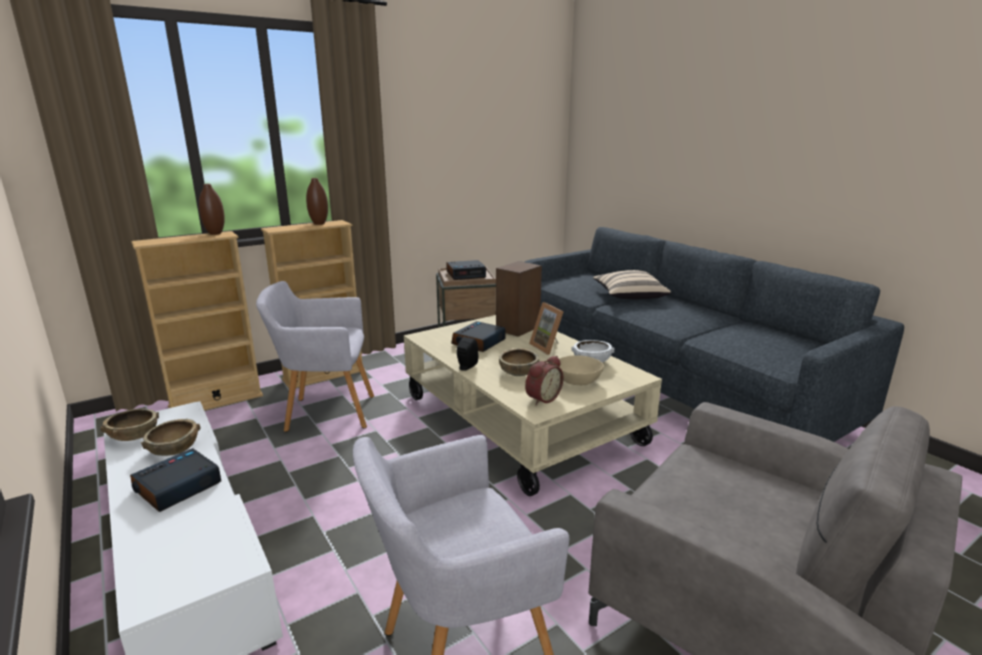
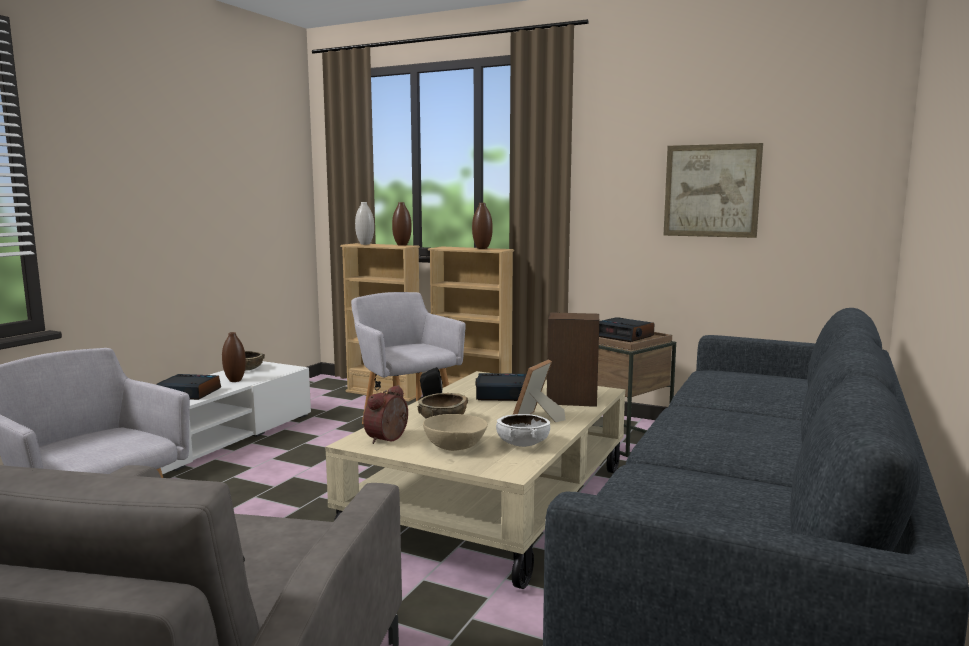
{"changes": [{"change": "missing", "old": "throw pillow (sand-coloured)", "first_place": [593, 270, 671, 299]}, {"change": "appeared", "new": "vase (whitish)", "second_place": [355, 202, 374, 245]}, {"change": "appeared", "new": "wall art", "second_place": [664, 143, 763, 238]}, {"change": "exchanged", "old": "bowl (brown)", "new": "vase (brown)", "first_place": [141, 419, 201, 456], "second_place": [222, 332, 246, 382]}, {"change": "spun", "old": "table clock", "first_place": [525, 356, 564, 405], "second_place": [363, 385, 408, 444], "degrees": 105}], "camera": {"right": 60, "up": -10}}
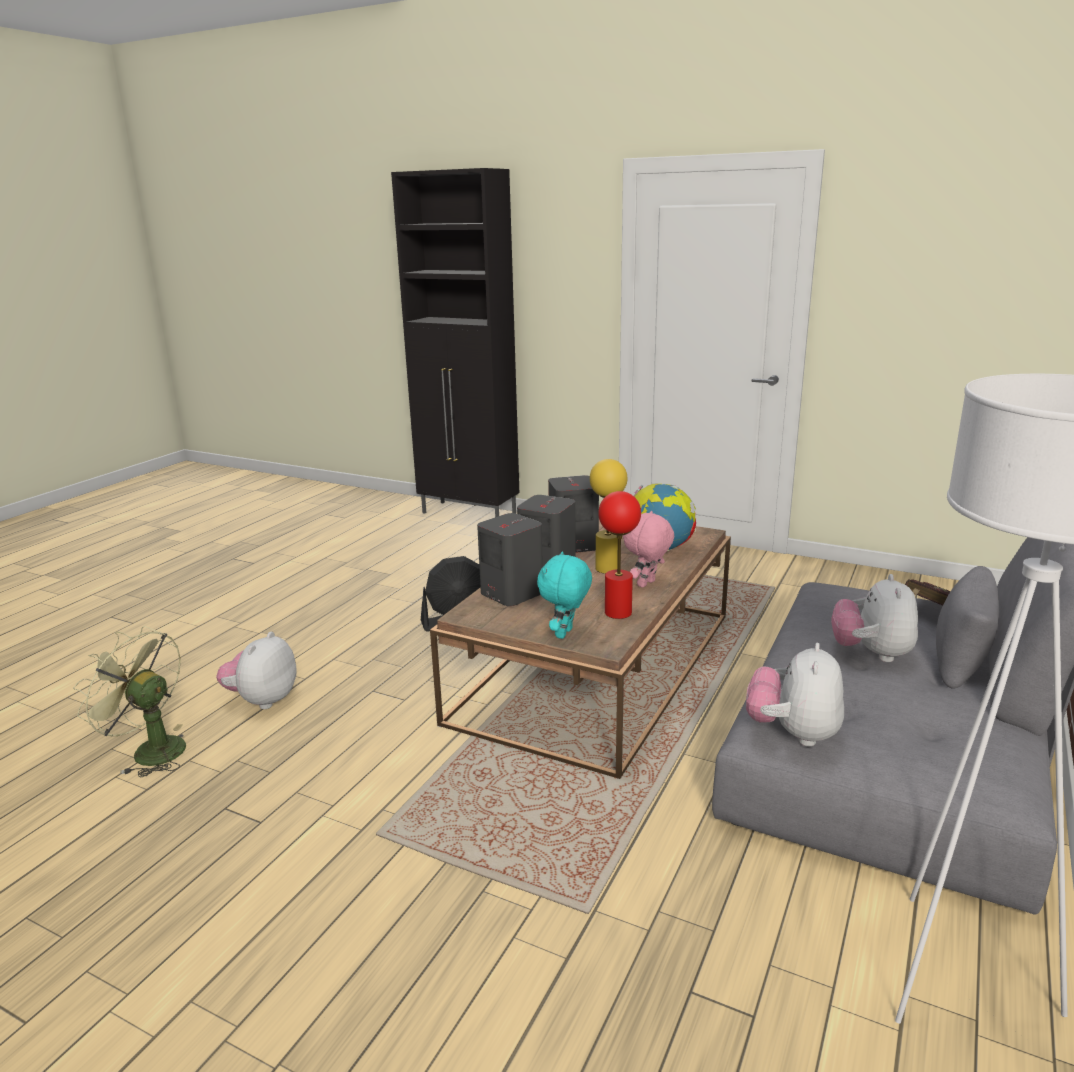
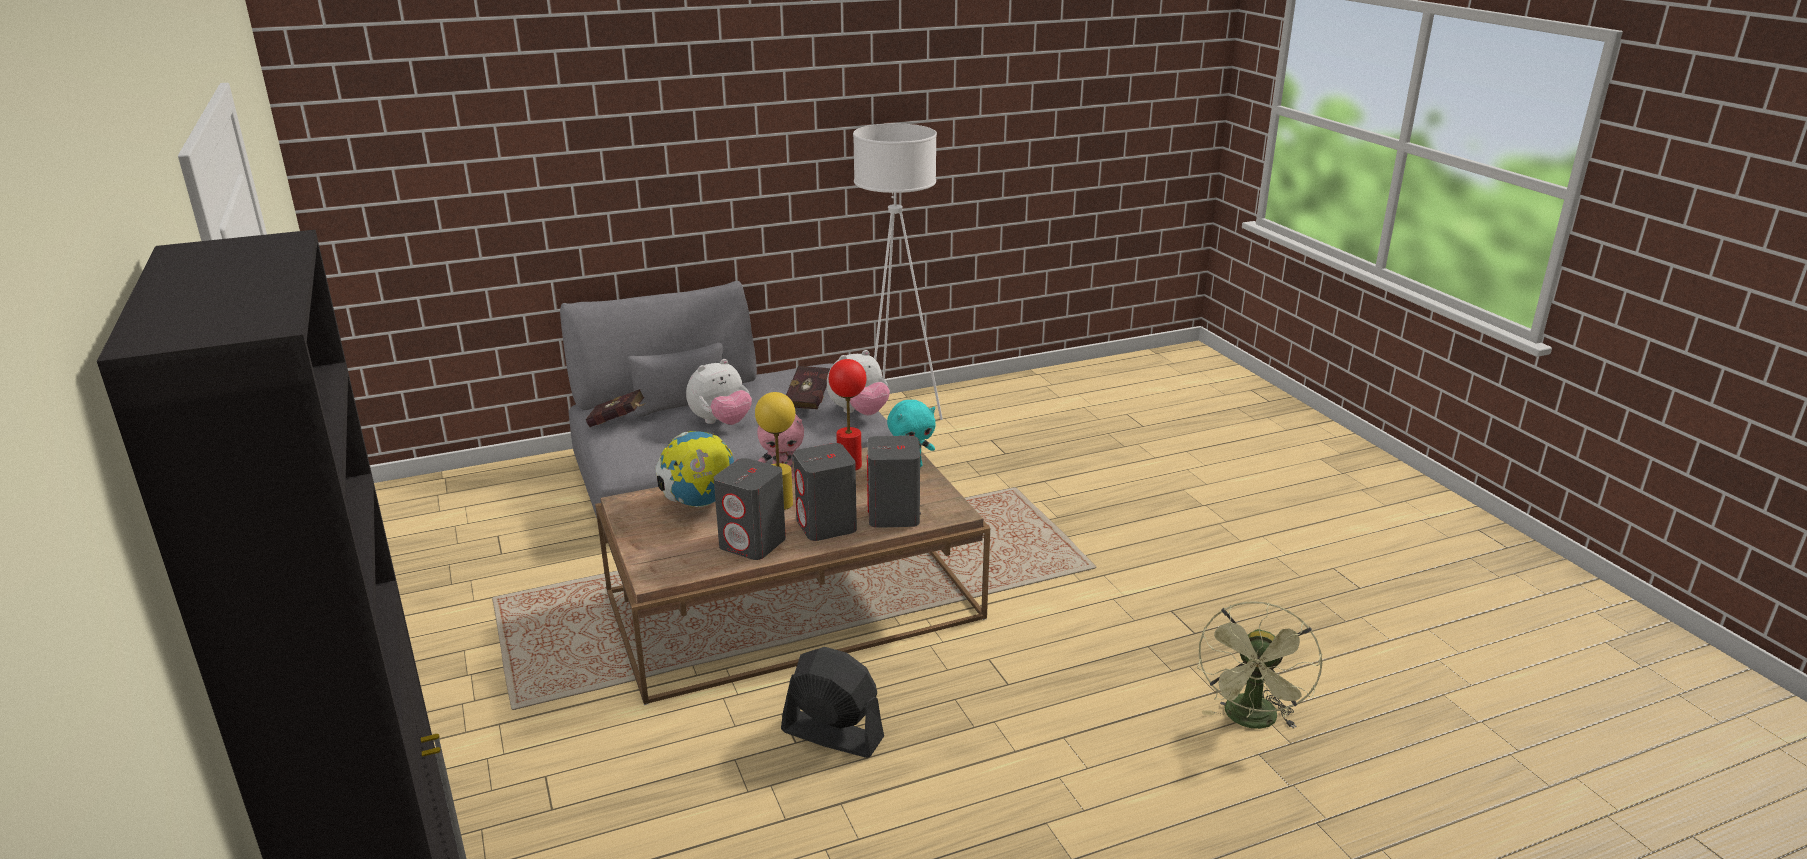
{"changes": [{"change": "missing", "old": "soft toy", "first_place": [216, 632, 297, 709]}, {"change": "appeared", "new": "volume (reddish)", "second_place": [786, 366, 830, 409]}, {"change": "spun", "old": "electric fan (greenish)", "first_place": [73, 626, 186, 777], "second_place": [1197, 601, 1322, 729], "degrees": 45}], "camera": {"right": -140, "up": 5}}
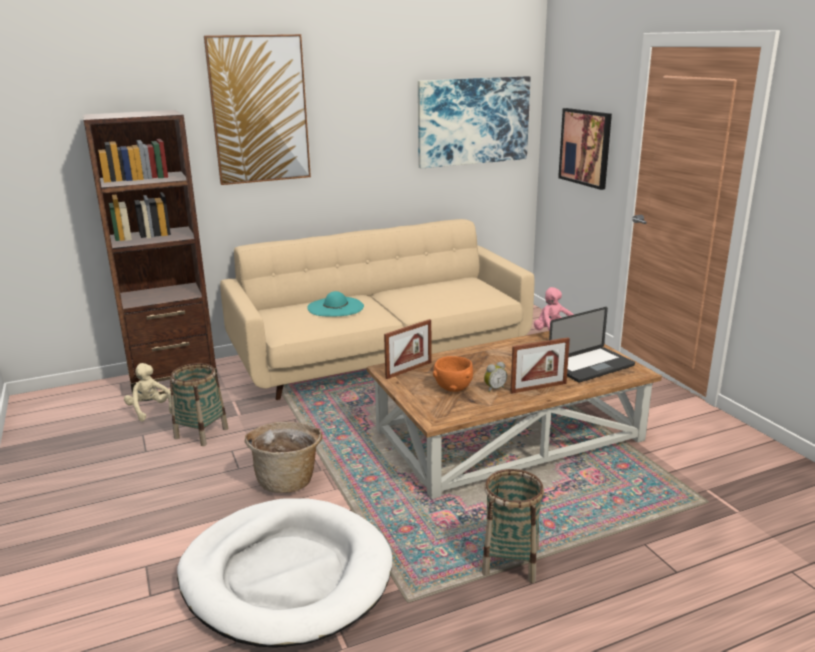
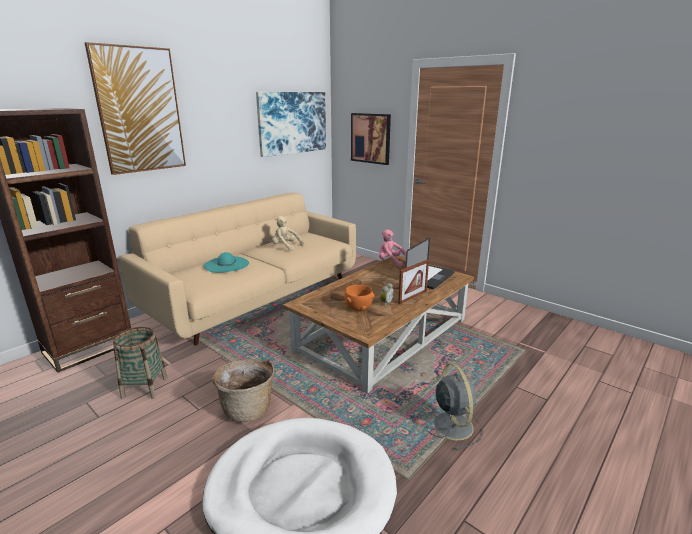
{"changes": [{"change": "missing", "old": "picture frame", "first_place": [384, 319, 431, 379]}, {"change": "relocated", "old": "soft toy (sand-coloured)", "first_place": [124, 363, 172, 422], "second_place": [272, 216, 304, 251]}, {"change": "exchanged", "old": "basket", "new": "electric fan (grey)", "first_place": [482, 469, 544, 583], "second_place": [426, 363, 483, 450]}], "camera": {"right": -25, "up": 0}}
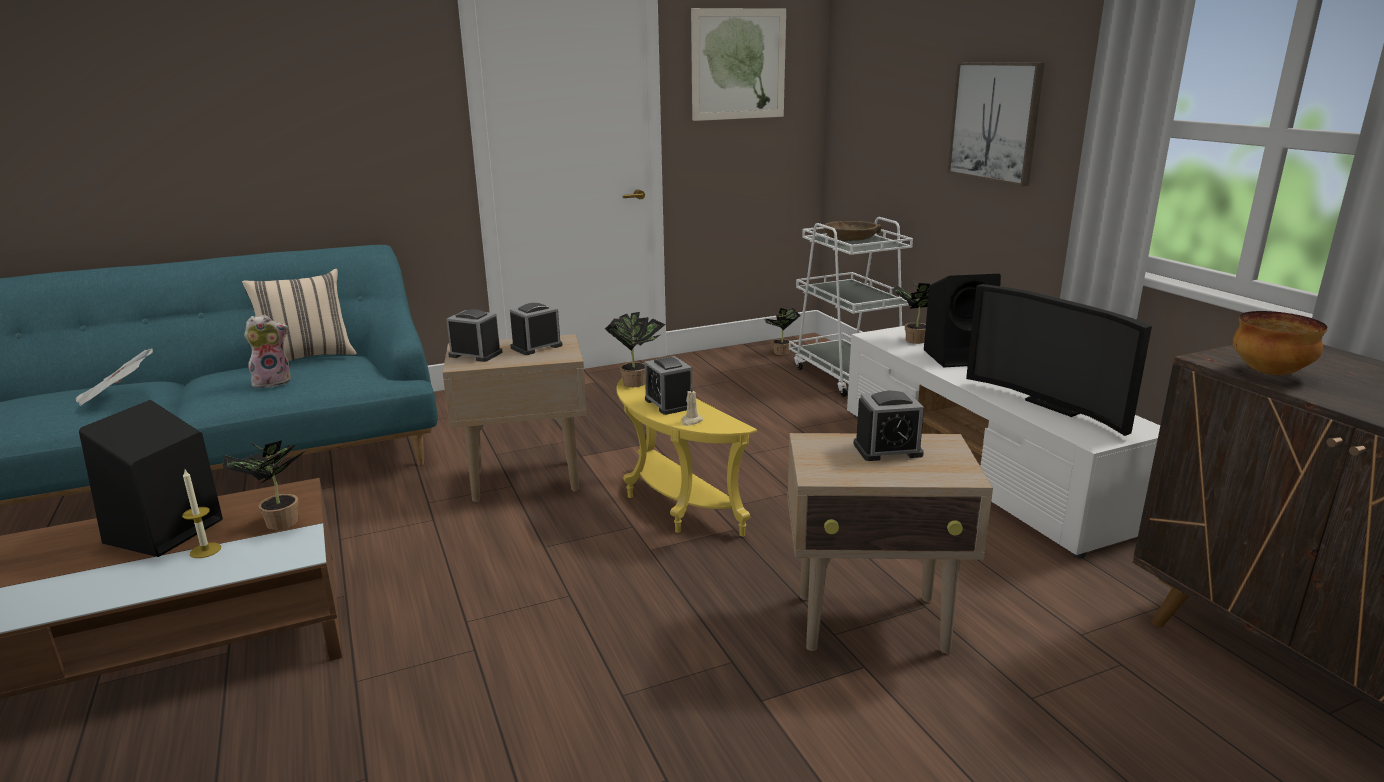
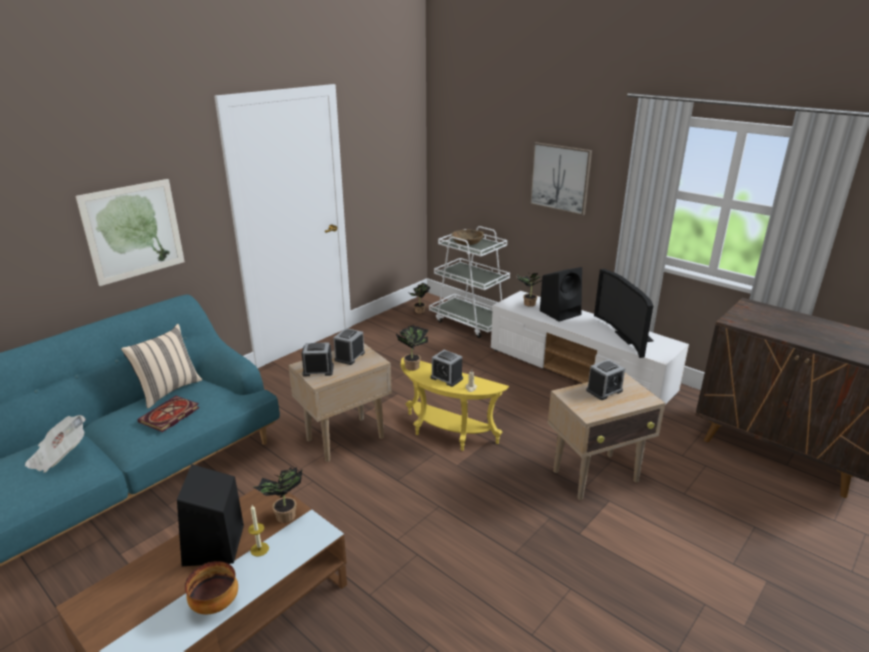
{"changes": [{"change": "relocated", "old": "wall art", "first_place": [691, 8, 786, 121], "second_place": [75, 179, 185, 286]}, {"change": "relocated", "old": "bowl", "first_place": [1233, 311, 1328, 375], "second_place": [185, 561, 238, 614]}, {"change": "exchanged", "old": "soft toy", "new": "volume", "first_place": [244, 315, 291, 388], "second_place": [137, 396, 200, 432]}, {"change": "spun", "old": "TV", "first_place": [966, 284, 1152, 436], "second_place": [594, 269, 654, 358], "degrees": 45}], "camera": {"right": -25, "up": 5}}
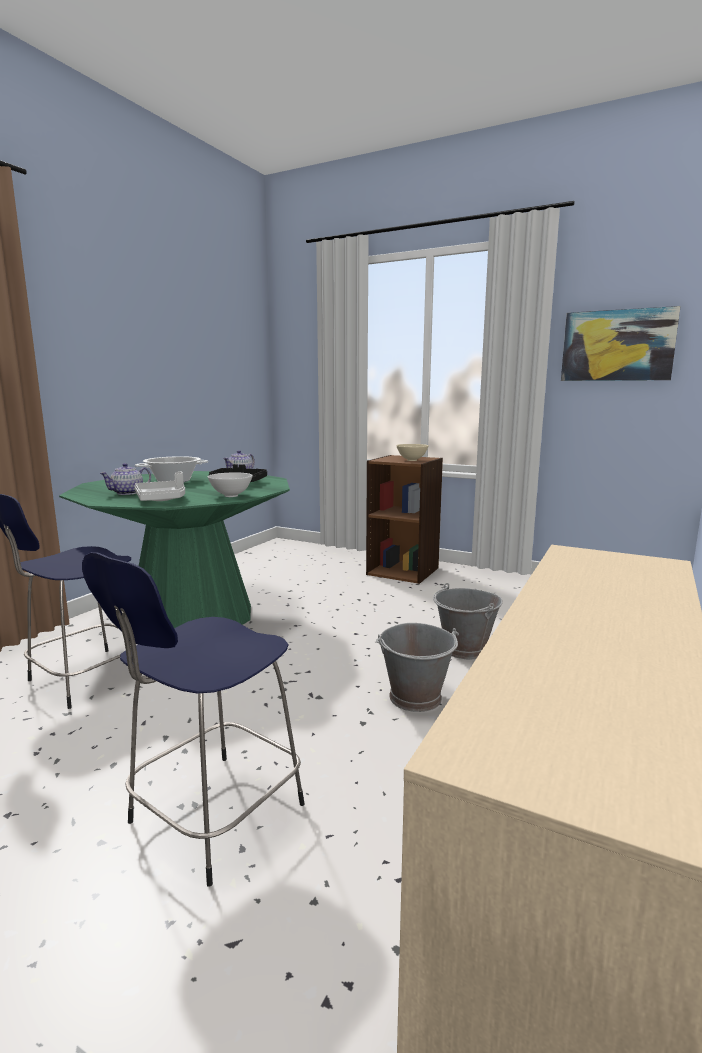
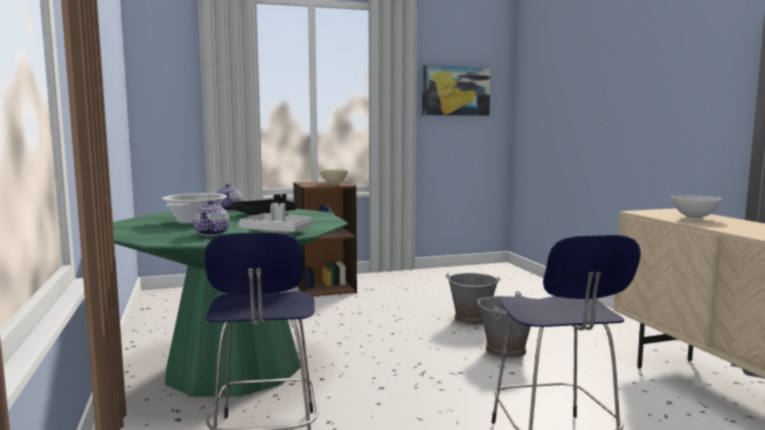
{"changes": [{"change": "relocated", "old": "bowl (whitish)", "first_place": [208, 473, 253, 497], "second_place": [671, 195, 722, 220]}], "camera": {"right": -45, "up": -5}}
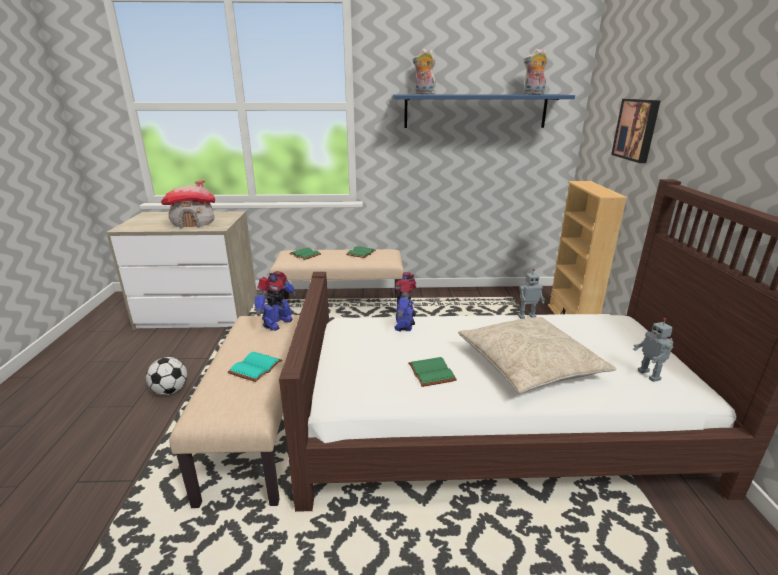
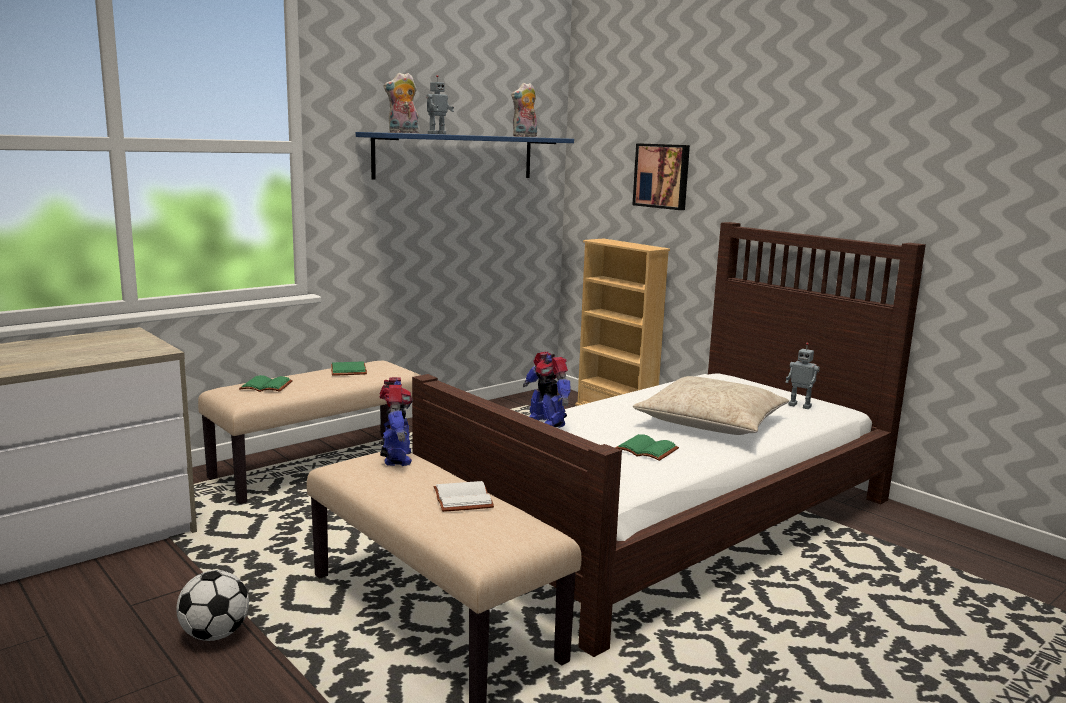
{"changes": [{"change": "missing", "old": "model house", "first_place": [161, 180, 215, 228]}, {"change": "relocated", "old": "model robot", "first_place": [518, 269, 545, 319], "second_place": [426, 75, 454, 134]}, {"change": "colour", "old": "volume (blue-green)", "new": "volume (whitish)", "first_place": [228, 351, 282, 382], "second_place": [433, 481, 494, 512]}], "camera": {"right": -40, "up": -10}}
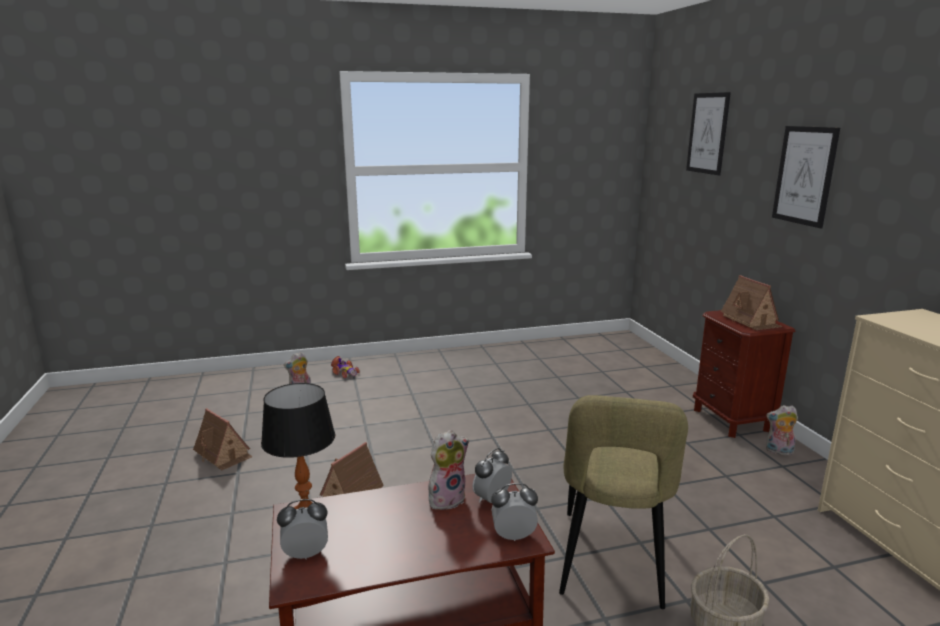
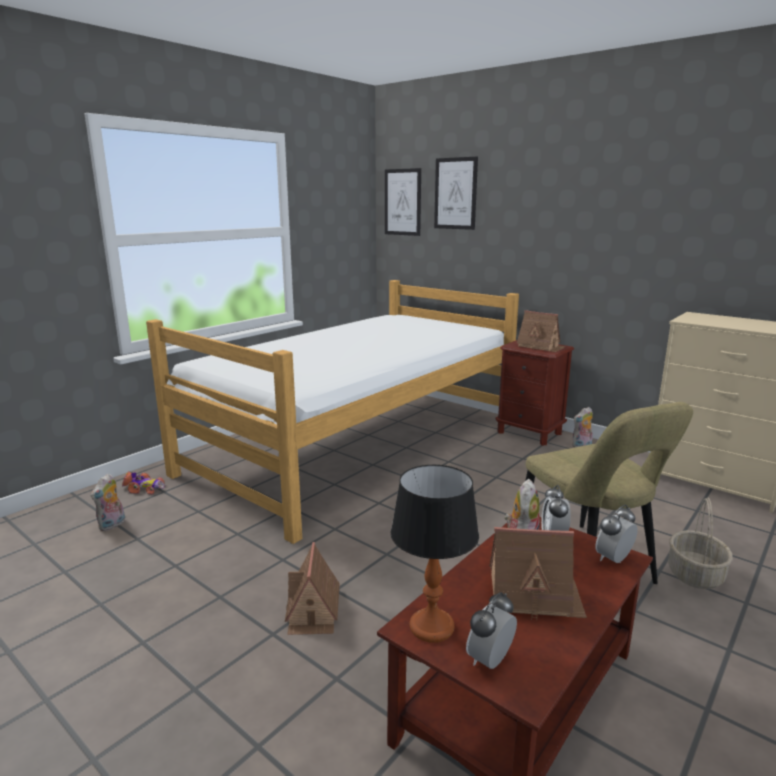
{"changes": [{"change": "appeared", "new": "sleeping bed", "second_place": [146, 280, 519, 544]}, {"change": "relocated", "old": "model house", "first_place": [193, 408, 253, 470], "second_place": [489, 527, 587, 620]}, {"change": "relocated", "old": "wall art", "first_place": [772, 126, 840, 228], "second_place": [385, 168, 421, 236]}], "camera": {"right": -35, "up": 0}}
